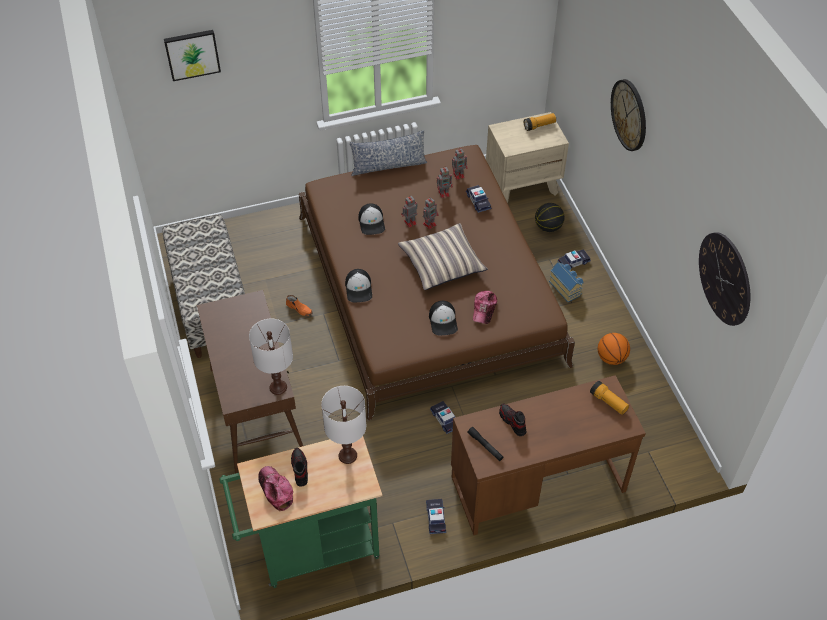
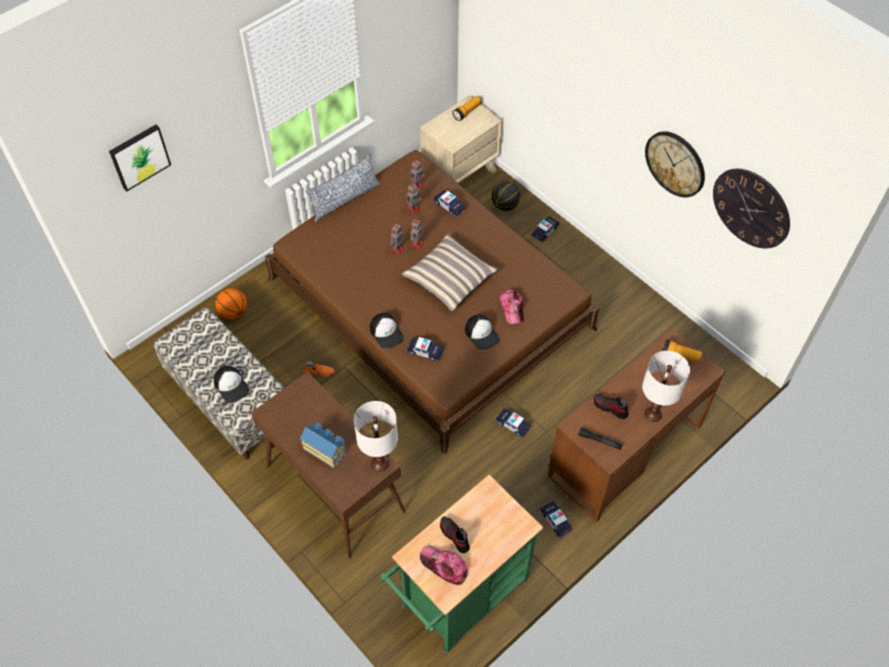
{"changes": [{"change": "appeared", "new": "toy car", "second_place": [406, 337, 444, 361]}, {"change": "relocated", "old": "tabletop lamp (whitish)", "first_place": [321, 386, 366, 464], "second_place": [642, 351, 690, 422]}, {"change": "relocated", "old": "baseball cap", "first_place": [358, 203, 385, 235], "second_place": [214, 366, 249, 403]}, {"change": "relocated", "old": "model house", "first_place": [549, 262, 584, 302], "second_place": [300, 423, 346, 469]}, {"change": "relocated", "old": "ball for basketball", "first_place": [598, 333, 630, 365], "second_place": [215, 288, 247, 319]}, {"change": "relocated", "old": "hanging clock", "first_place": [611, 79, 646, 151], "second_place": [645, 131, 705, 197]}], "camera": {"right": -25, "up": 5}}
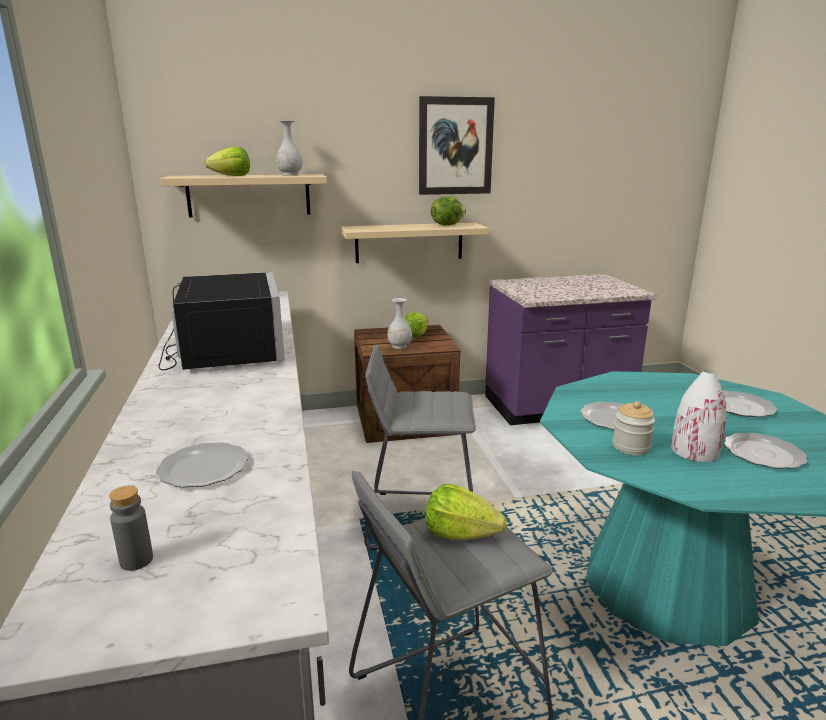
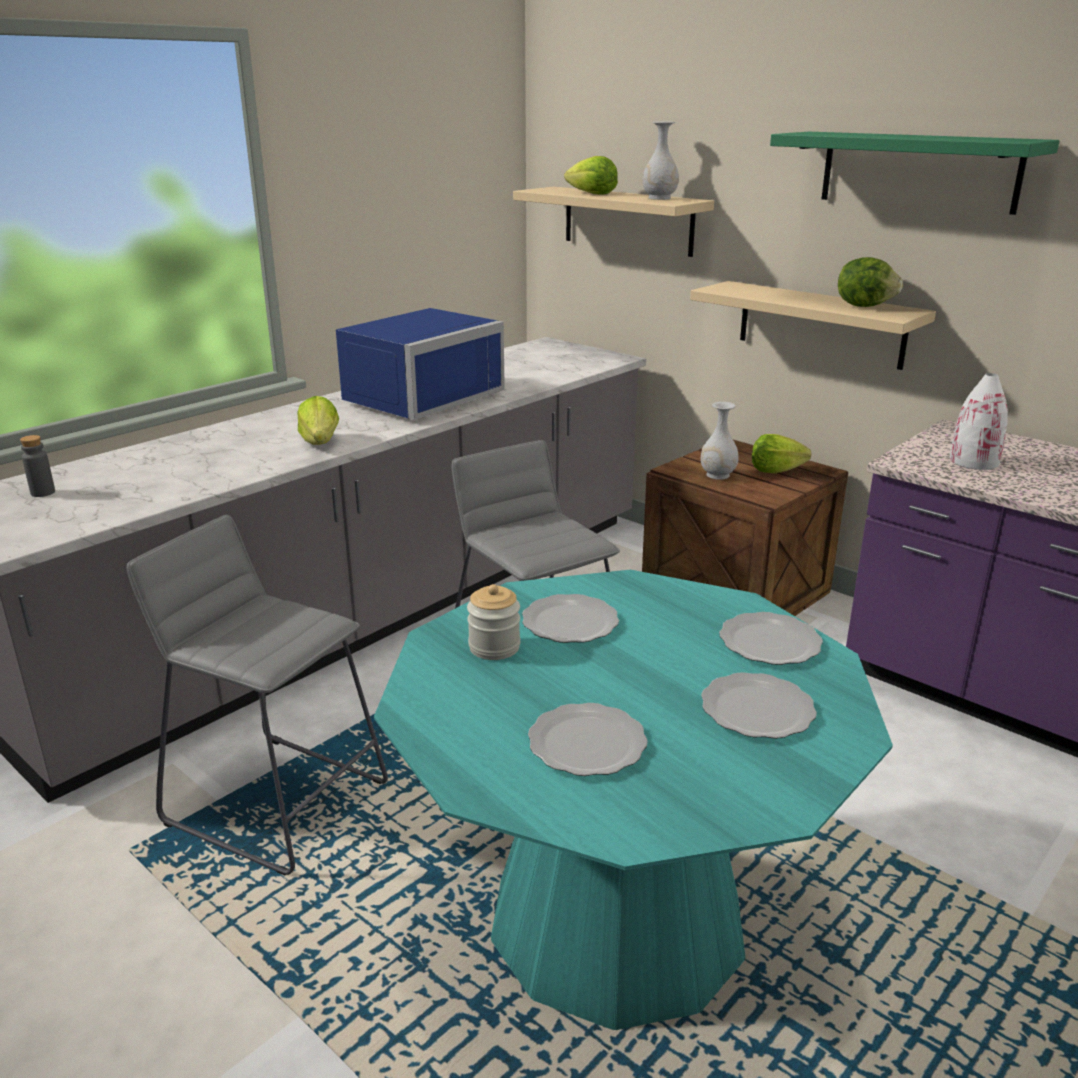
{"changes": [{"change": "relocated", "old": "plate", "first_place": [156, 442, 249, 488], "second_place": [719, 612, 823, 665]}, {"change": "relocated", "old": "lettuce head", "first_place": [425, 484, 507, 540], "second_place": [297, 396, 339, 445]}, {"change": "relocated", "old": "vase (whitish)", "first_place": [671, 369, 726, 462], "second_place": [950, 373, 1008, 470]}, {"change": "exchanged", "old": "wall art", "new": "bracket shelf (greenish)", "first_place": [419, 96, 495, 195], "second_place": [770, 132, 1060, 215]}, {"change": "colour", "old": "microwave (black)", "new": "microwave (bluish)", "first_place": [158, 272, 285, 370], "second_place": [336, 308, 505, 420]}], "camera": {"right": 55, "up": 5}}
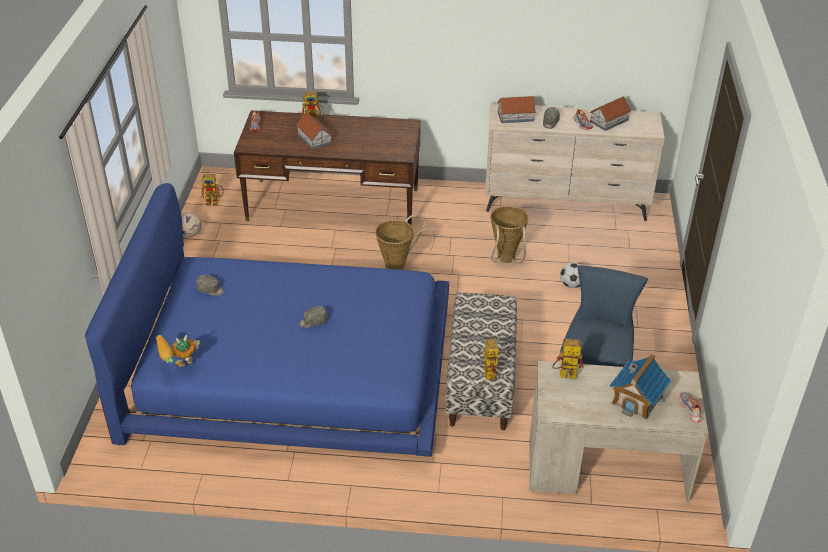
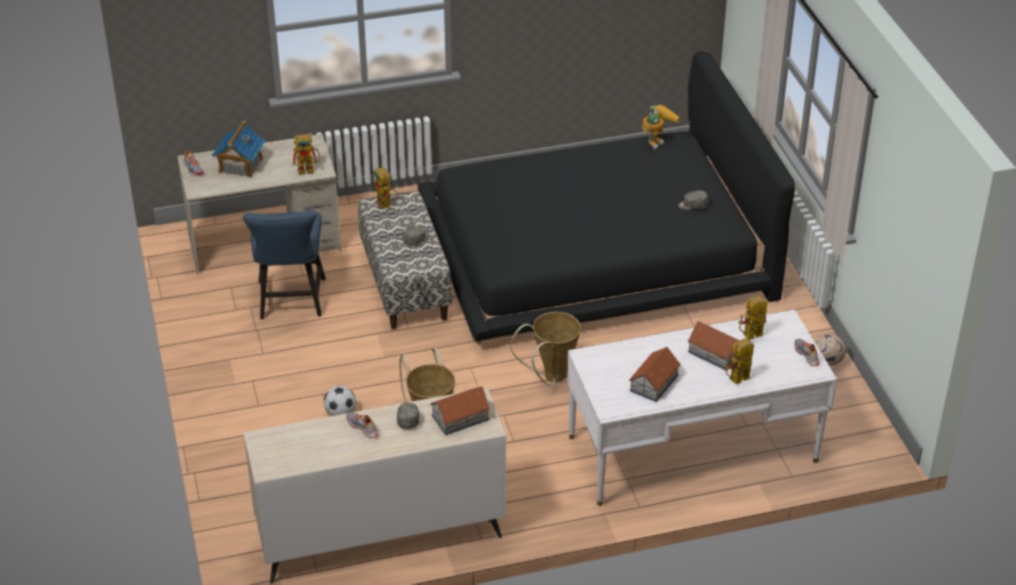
{"changes": [{"change": "relocated", "old": "model robot", "first_place": [201, 174, 224, 206], "second_place": [738, 295, 767, 340]}, {"change": "relocated", "old": "baseball cap (grey)", "first_place": [299, 306, 328, 328], "second_place": [403, 226, 430, 246]}, {"change": "relocated", "old": "model house", "first_place": [590, 96, 631, 131], "second_place": [629, 347, 680, 402]}, {"change": "colour", "old": "sleeping bed (bluish)", "new": "sleeping bed (black)", "first_place": [85, 183, 449, 457], "second_place": [418, 51, 795, 344]}, {"change": "colour", "old": "desk (brown)", "new": "desk (whitish)", "first_place": [234, 111, 421, 225], "second_place": [567, 309, 837, 506]}], "camera": {"right": 160, "up": 0}}
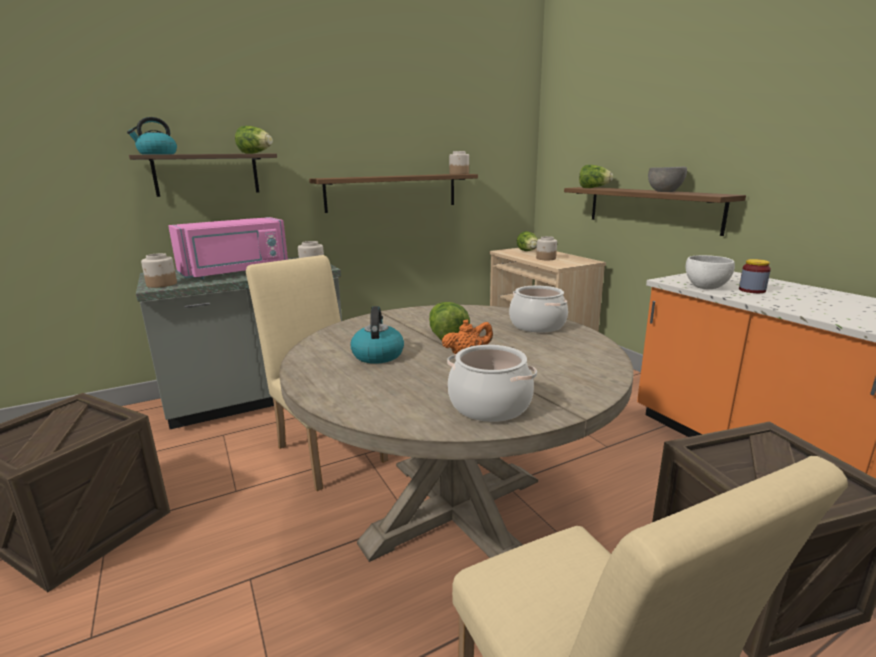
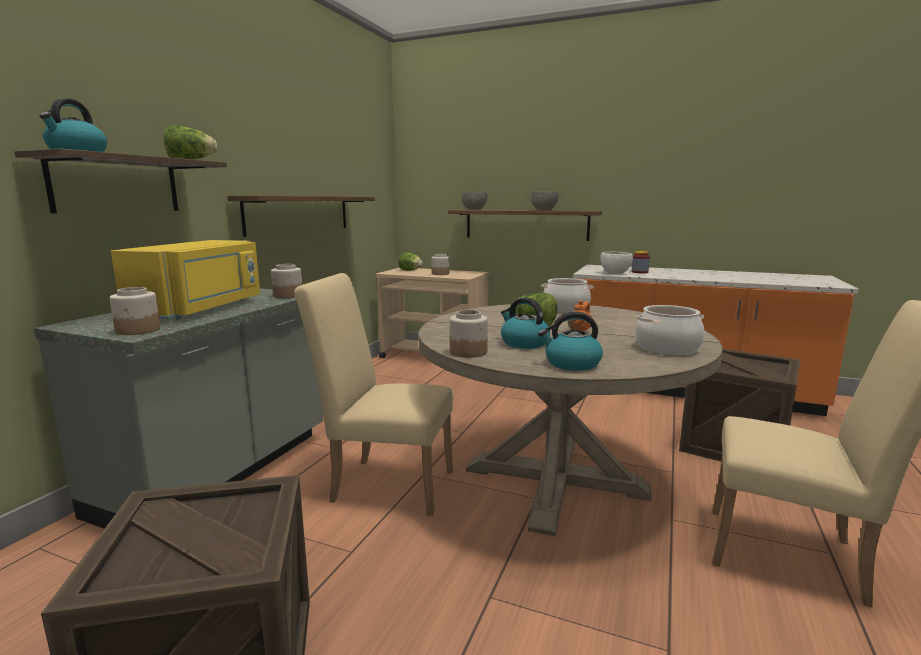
{"changes": [{"change": "appeared", "new": "kettle", "second_place": [538, 312, 603, 371]}, {"change": "relocated", "old": "jar", "first_place": [449, 151, 469, 174], "second_place": [450, 310, 488, 358]}, {"change": "exchanged", "old": "lettuce head", "new": "bowl (grey)", "first_place": [579, 165, 613, 188], "second_place": [461, 192, 488, 210]}, {"change": "colour", "old": "microwave (pinkish)", "new": "microwave (yellow-coloured)", "first_place": [168, 217, 288, 279], "second_place": [111, 240, 260, 320]}], "camera": {"right": -40, "up": -5}}
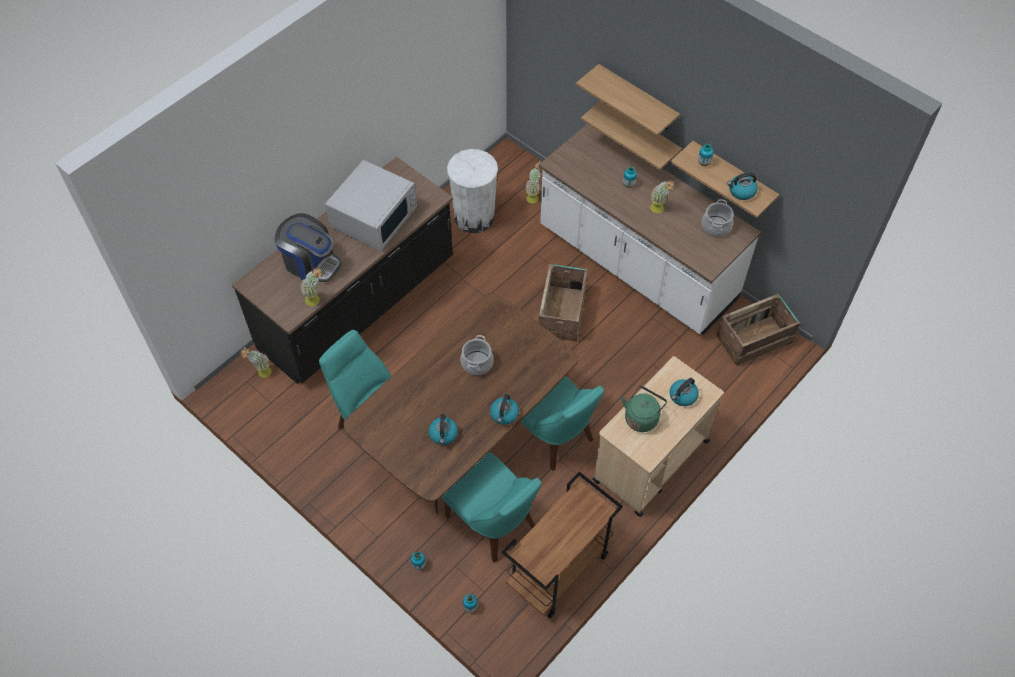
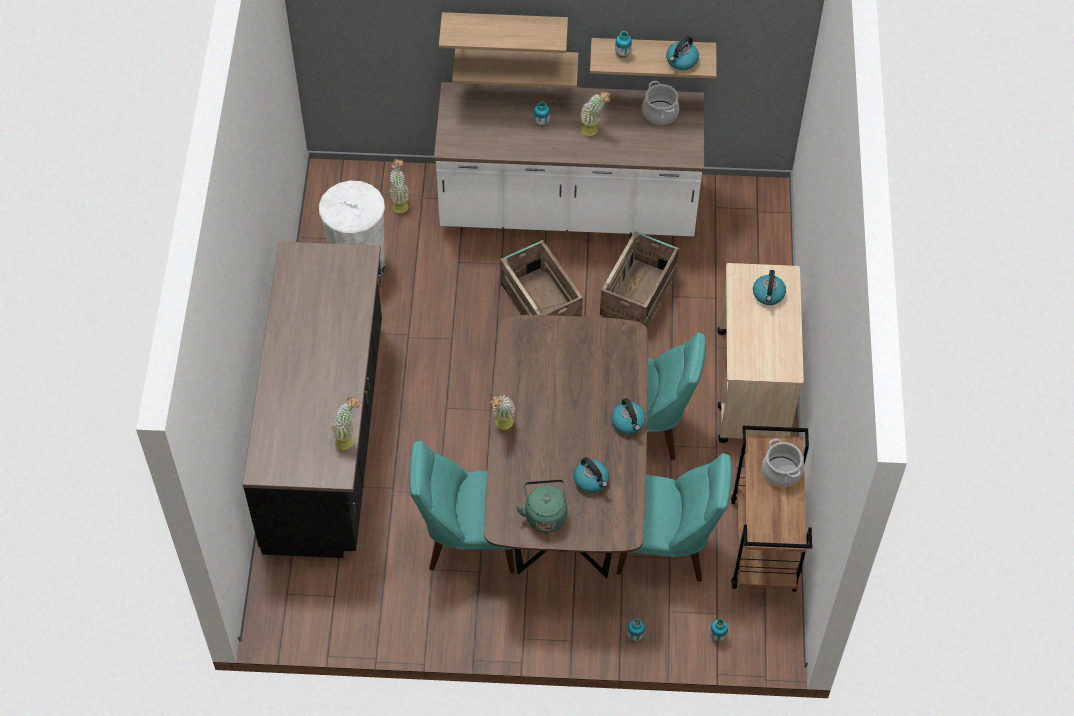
{"changes": [{"change": "missing", "old": "coffee machine", "first_place": [275, 213, 342, 282]}, {"change": "missing", "old": "microwave (whitish)", "first_place": [325, 160, 417, 251]}, {"change": "relocated", "old": "plant in a pot", "first_place": [241, 347, 272, 378], "second_place": [490, 395, 515, 430]}, {"change": "relocated", "old": "saucepot", "first_place": [460, 335, 494, 375], "second_place": [762, 438, 803, 487]}, {"change": "relocated", "old": "kettle (greenish)", "first_place": [622, 386, 667, 432], "second_place": [516, 479, 567, 533]}, {"change": "relocated", "old": "shipping crate", "first_place": [716, 293, 800, 366], "second_place": [600, 231, 679, 328]}], "camera": {"right": -40, "up": 0}}
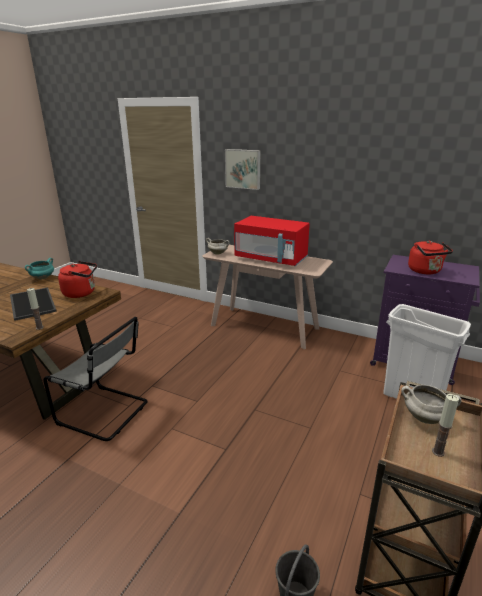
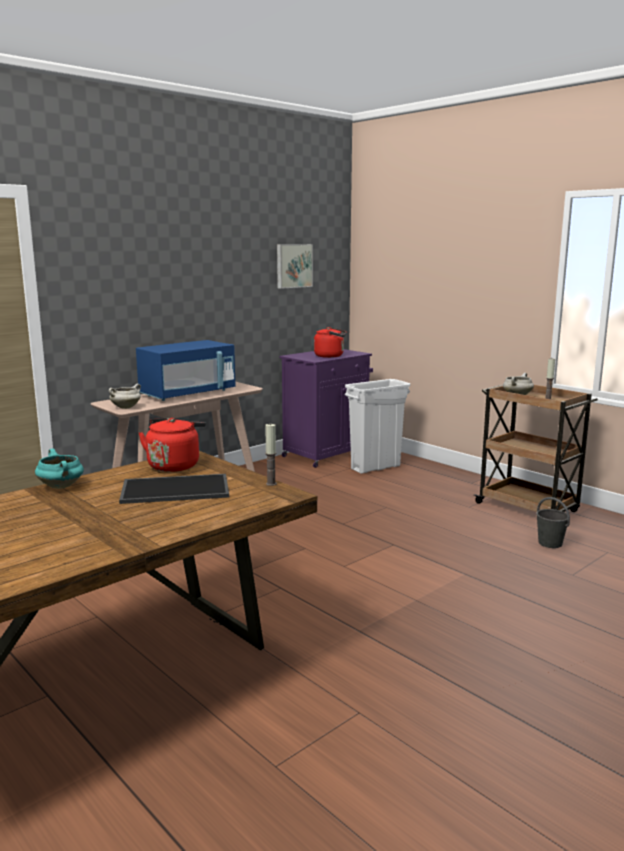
{"changes": [{"change": "missing", "old": "chair (grey)", "first_place": [43, 317, 148, 441]}, {"change": "relocated", "old": "wall art", "first_place": [225, 149, 260, 190], "second_place": [277, 244, 313, 289]}, {"change": "colour", "old": "microwave (reddish)", "new": "microwave (bluish)", "first_place": [234, 216, 310, 266], "second_place": [136, 340, 235, 401]}], "camera": {"right": -70, "up": -10}}
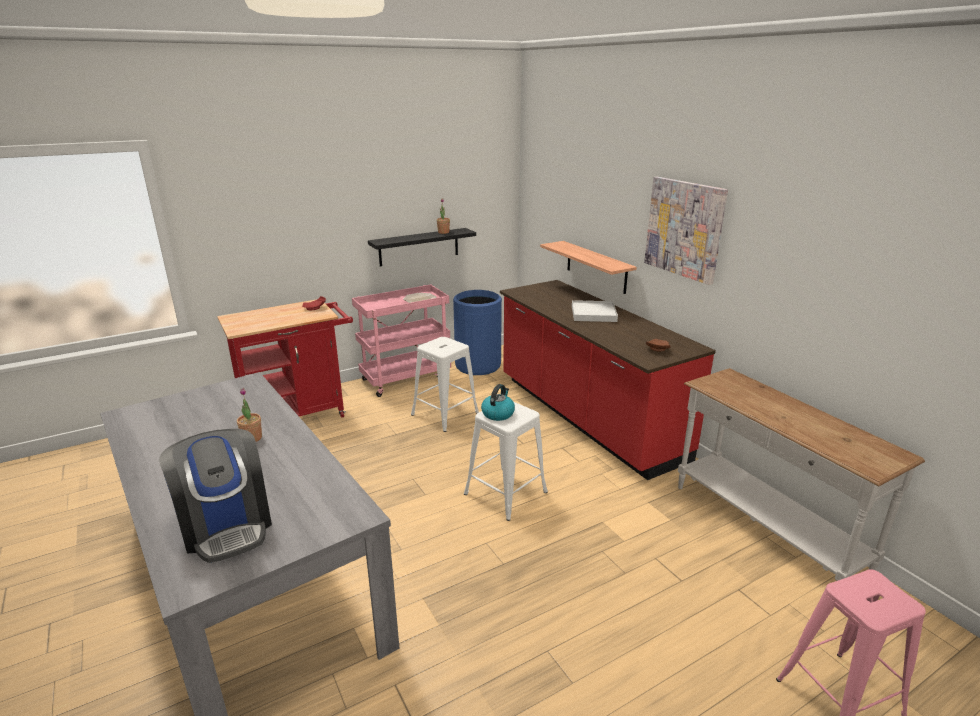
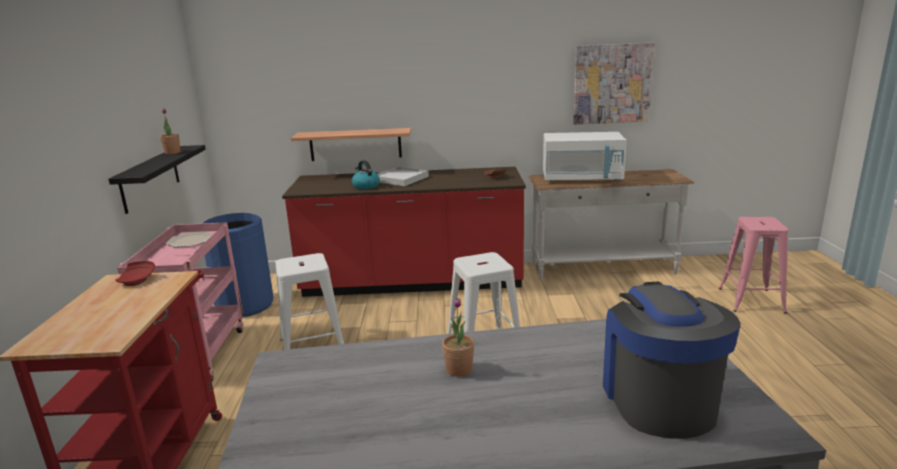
{"changes": [{"change": "appeared", "new": "microwave (whitish)", "second_place": [543, 132, 627, 182]}, {"change": "relocated", "old": "kettle", "first_place": [481, 384, 515, 421], "second_place": [352, 160, 380, 189]}, {"change": "relocated", "old": "wall art", "first_place": [644, 177, 728, 285], "second_place": [573, 42, 655, 124]}, {"change": "spun", "old": "coffee machine", "first_place": [159, 429, 272, 563], "second_place": [603, 282, 741, 439], "degrees": -90}], "camera": {"right": -60, "up": -5}}
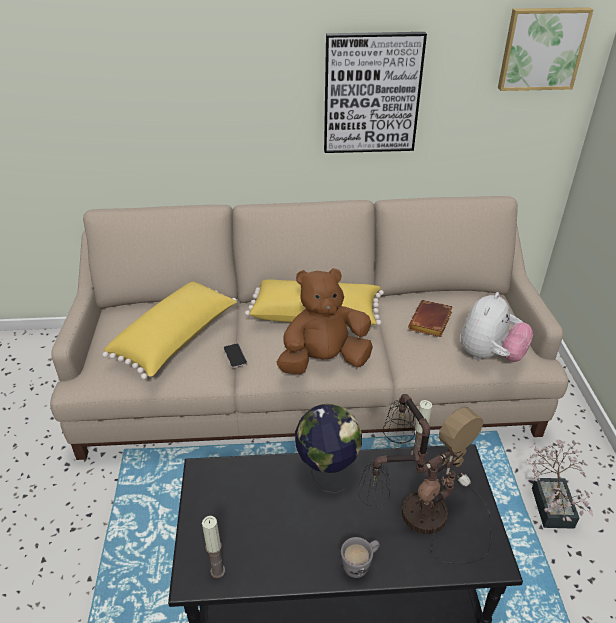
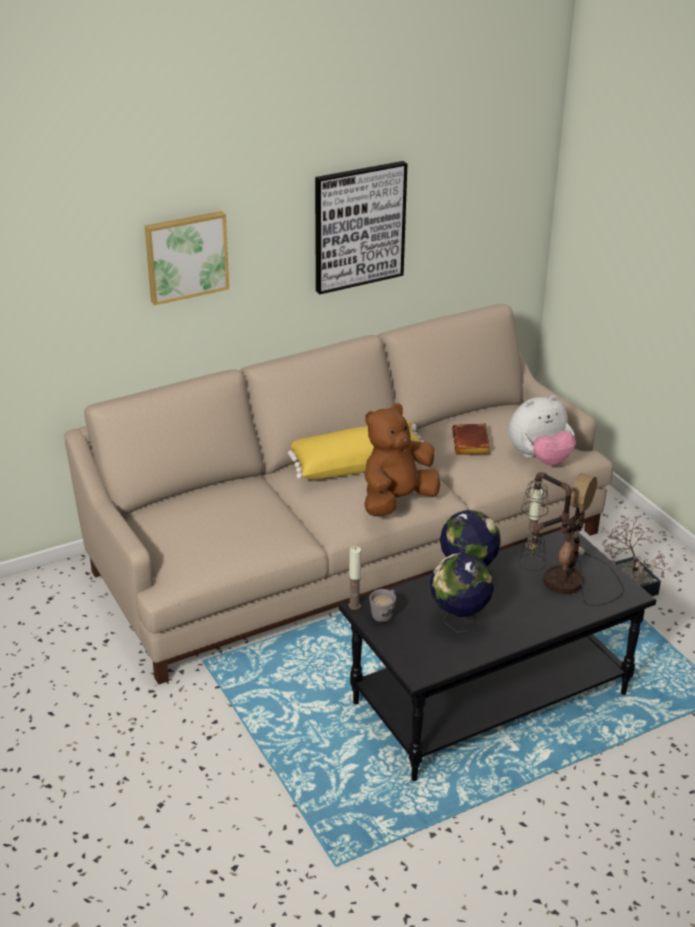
{"changes": [{"change": "missing", "old": "throw pillow (yellow-coloured)", "first_place": [102, 282, 237, 380]}, {"change": "missing", "old": "handset", "first_place": [224, 343, 247, 368]}, {"change": "appeared", "new": "desk globe", "second_place": [430, 553, 494, 633]}, {"change": "relocated", "old": "wax candle", "first_place": [202, 516, 225, 578], "second_place": [348, 546, 361, 610]}, {"change": "relocated", "old": "mug (grey)", "first_place": [341, 537, 380, 578], "second_place": [369, 589, 396, 622]}, {"change": "relocated", "old": "wall art", "first_place": [498, 7, 593, 91], "second_place": [145, 211, 229, 305]}, {"change": "spun", "old": "soft toy", "first_place": [461, 292, 533, 362], "second_place": [509, 395, 576, 465], "degrees": 60}], "camera": {"right": -25, "up": -5}}
